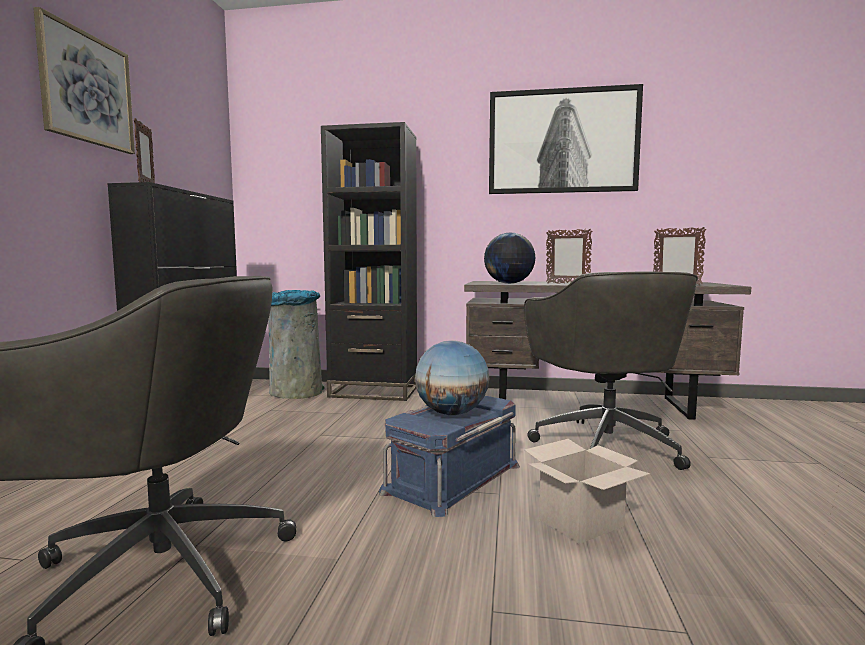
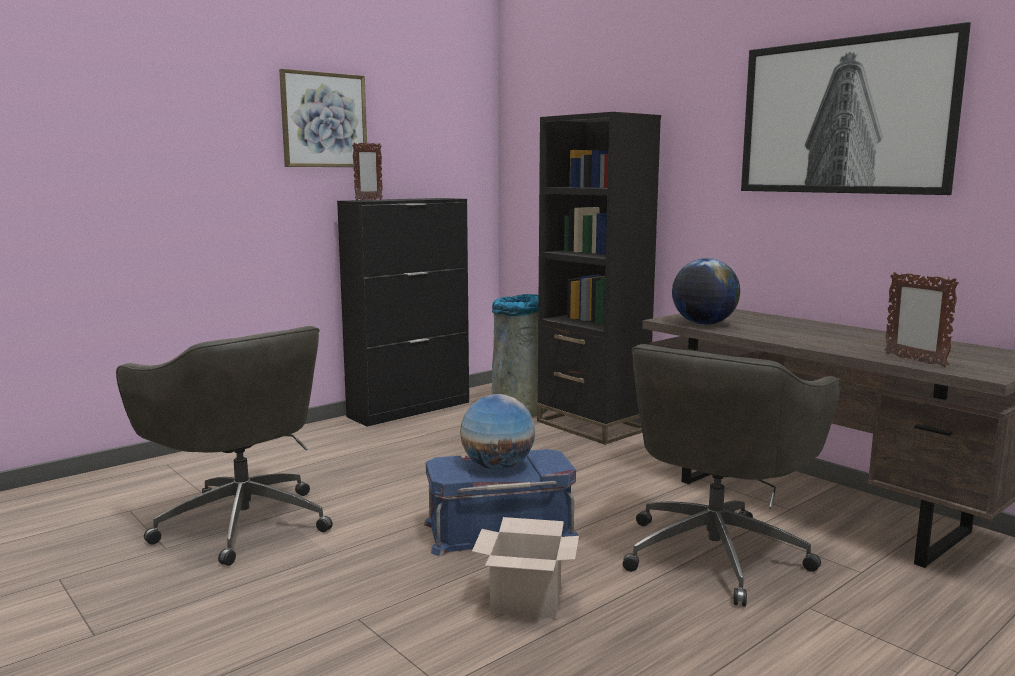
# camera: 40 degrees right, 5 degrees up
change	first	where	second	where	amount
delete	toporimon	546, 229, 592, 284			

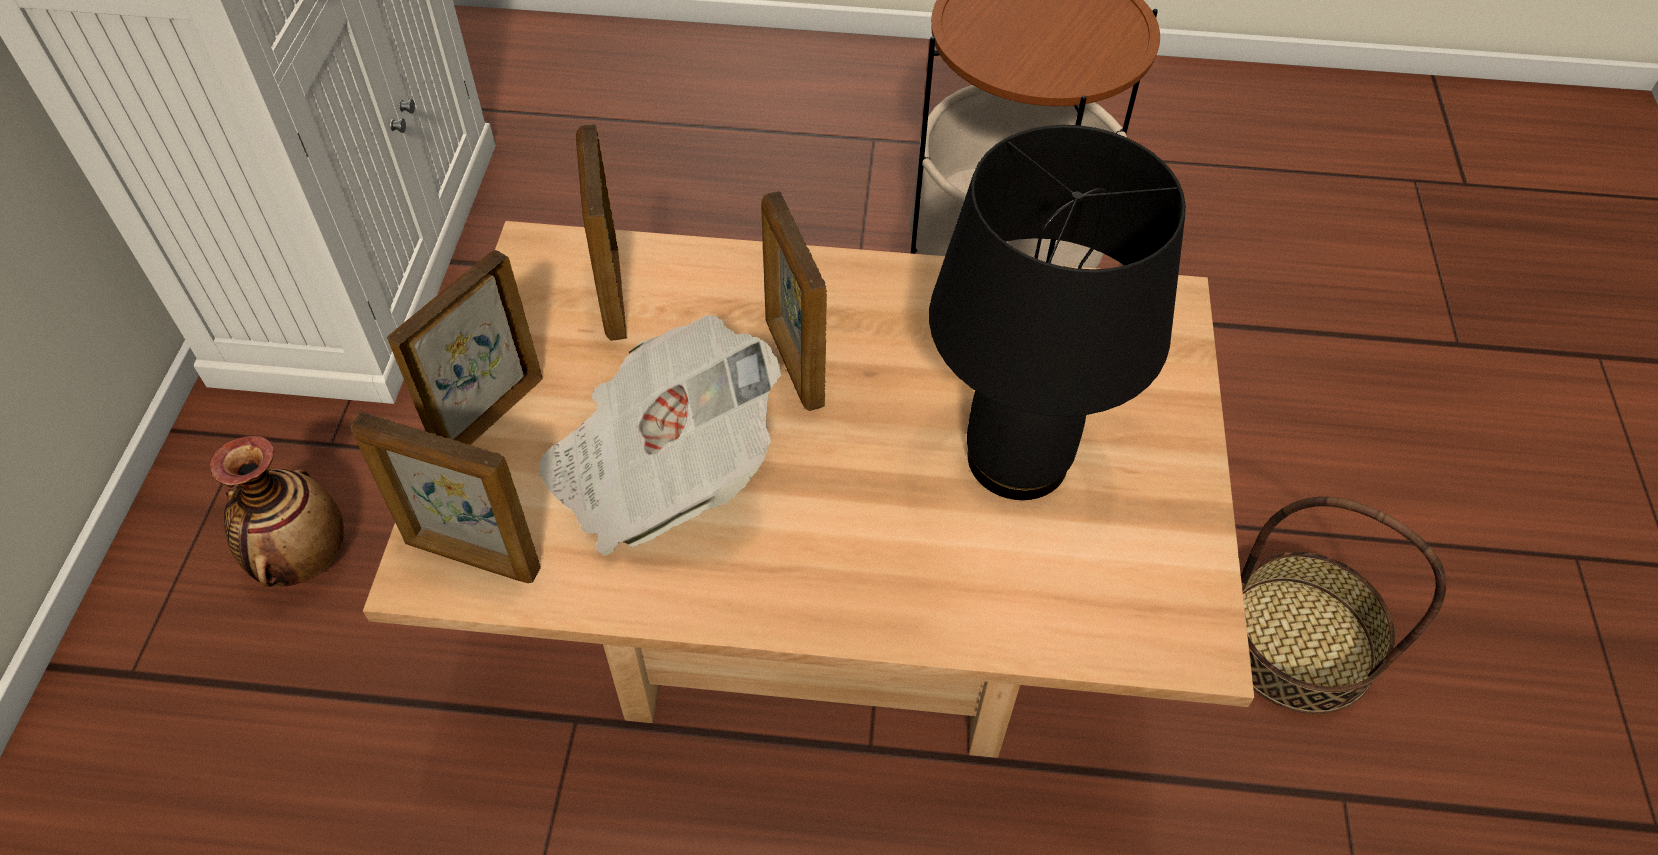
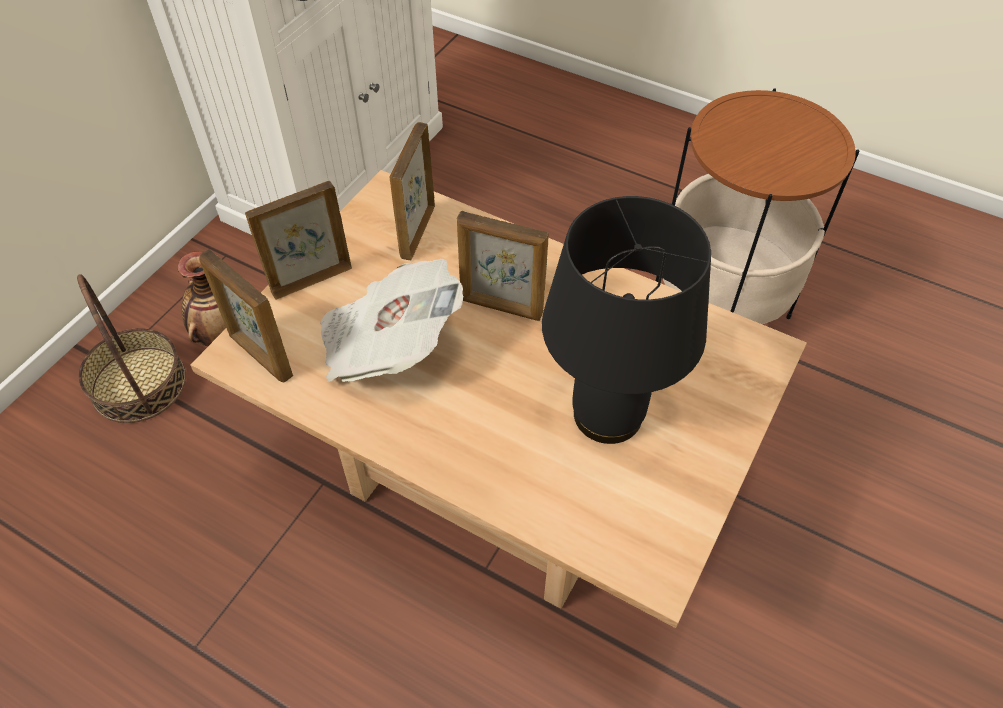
# camera: 25 degrees right, 0 degrees up
change	first	where	second	where	amount
rotate	toporimon	761, 191, 827, 411		457, 211, 549, 321	75 degrees counterclockwise
move	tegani	1241, 497, 1446, 714		77, 274, 186, 423	

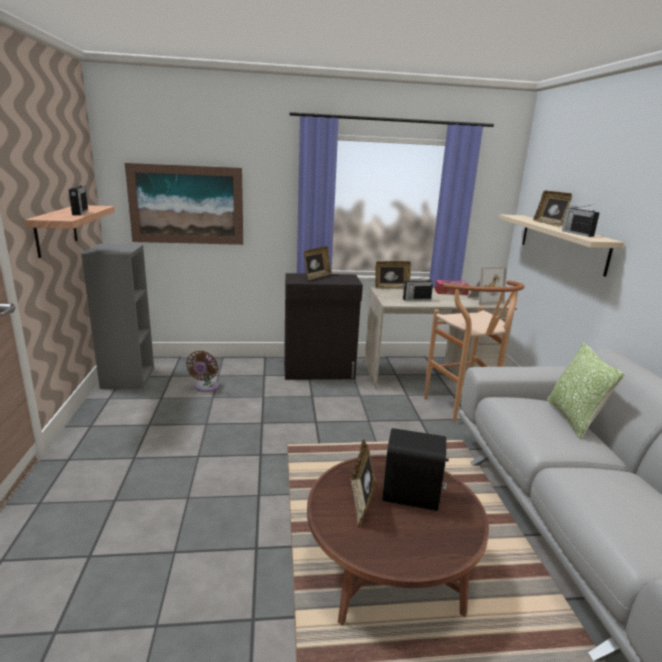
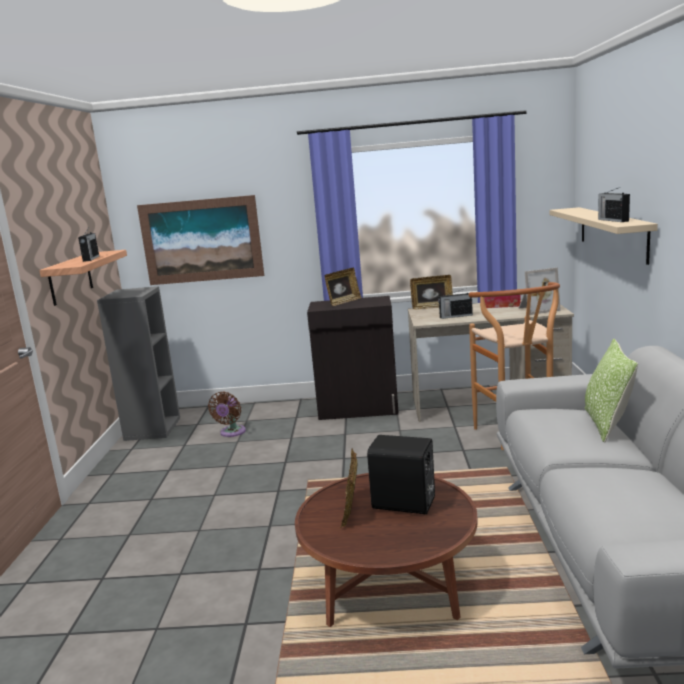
# camera: 10 degrees right, 5 degrees down
change	first	where	second	where	amount
delete	toporimon	533, 190, 572, 227			

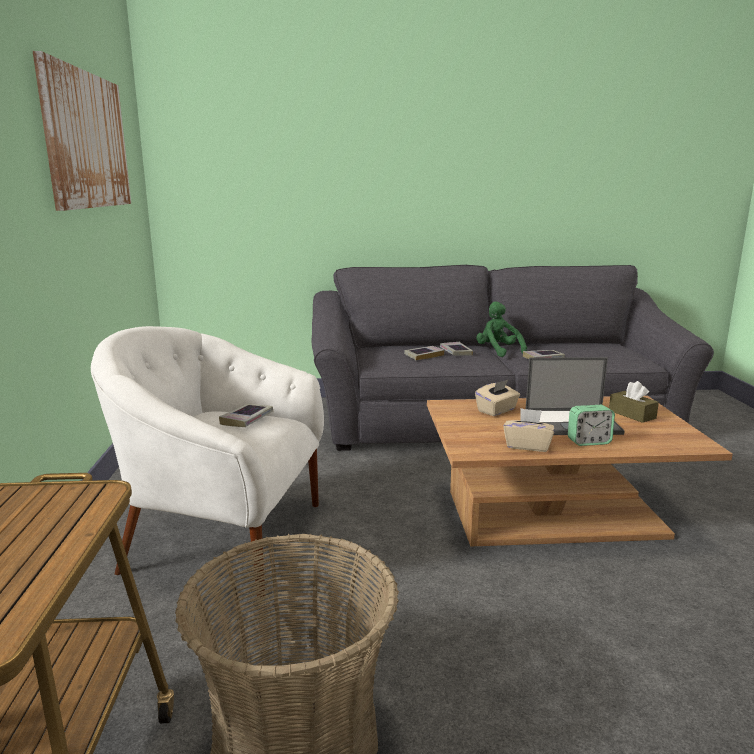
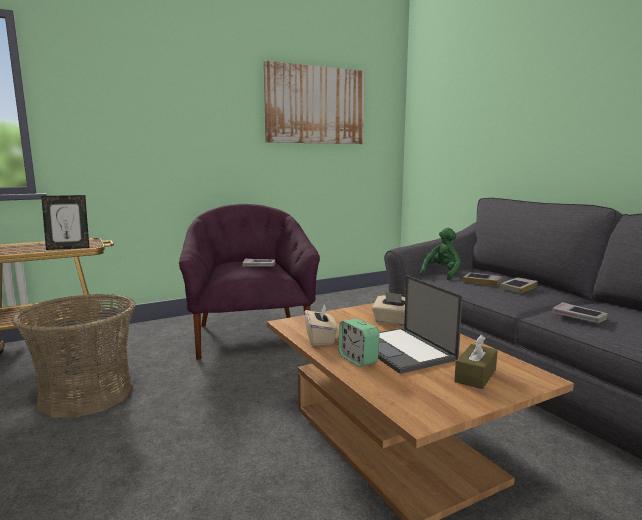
# camera: 65 degrees right, 5 degrees down
change	first	where	second	where	amount
move	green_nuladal	476, 301, 527, 357		420, 228, 461, 280	
recolor	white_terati	91, 326, 324, 597	purple_terati	179, 204, 320, 360	
insert			toporimon	41, 195, 89, 250	

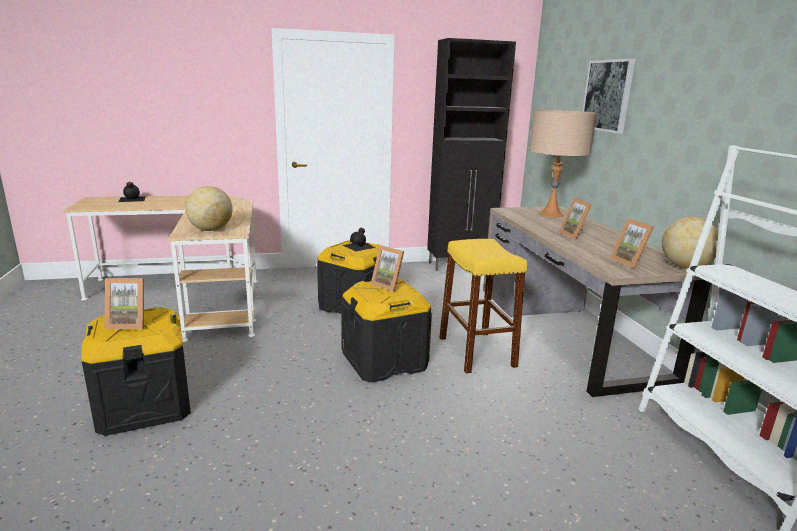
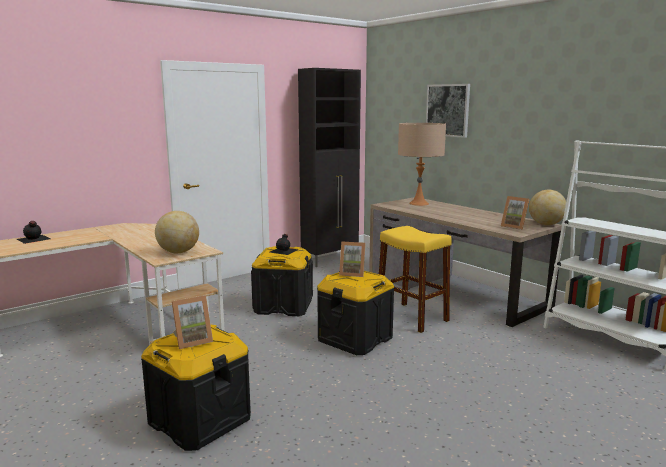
# camera: 25 degrees left, 5 degrees down
change	first	where	second	where	amount
delete	toporimon	559, 198, 592, 240			

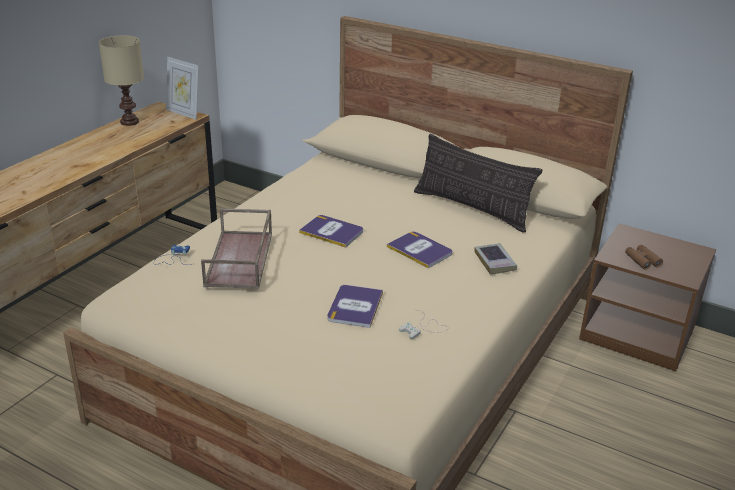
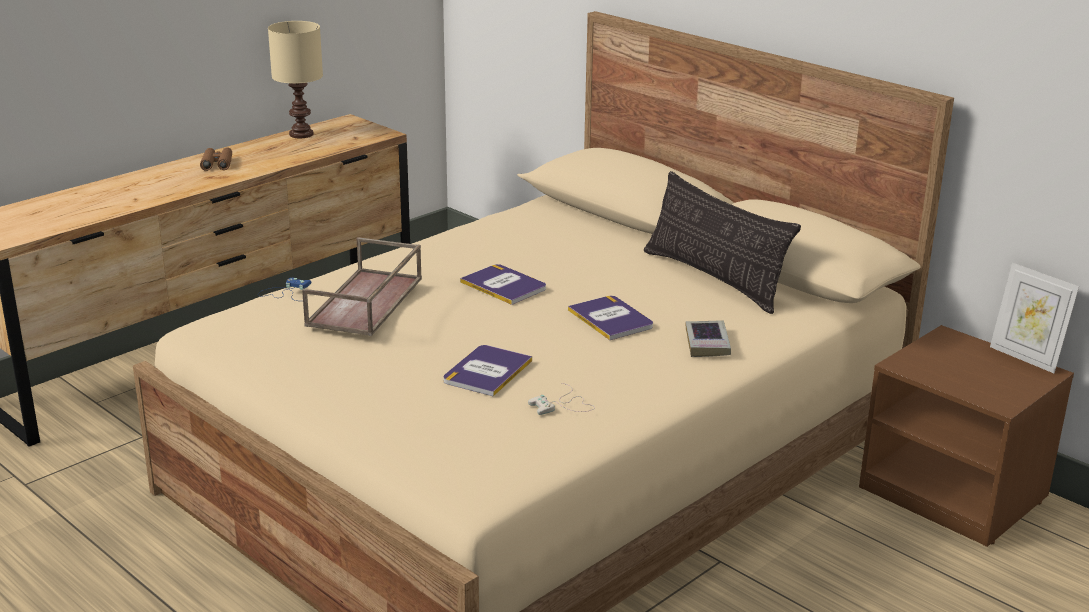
# camera: 15 degrees right, 5 degrees down
change	first	where	second	where	amount
move	toporimon	166, 57, 199, 120		990, 263, 1079, 373	
move	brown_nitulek	625, 245, 663, 270		200, 148, 232, 171	

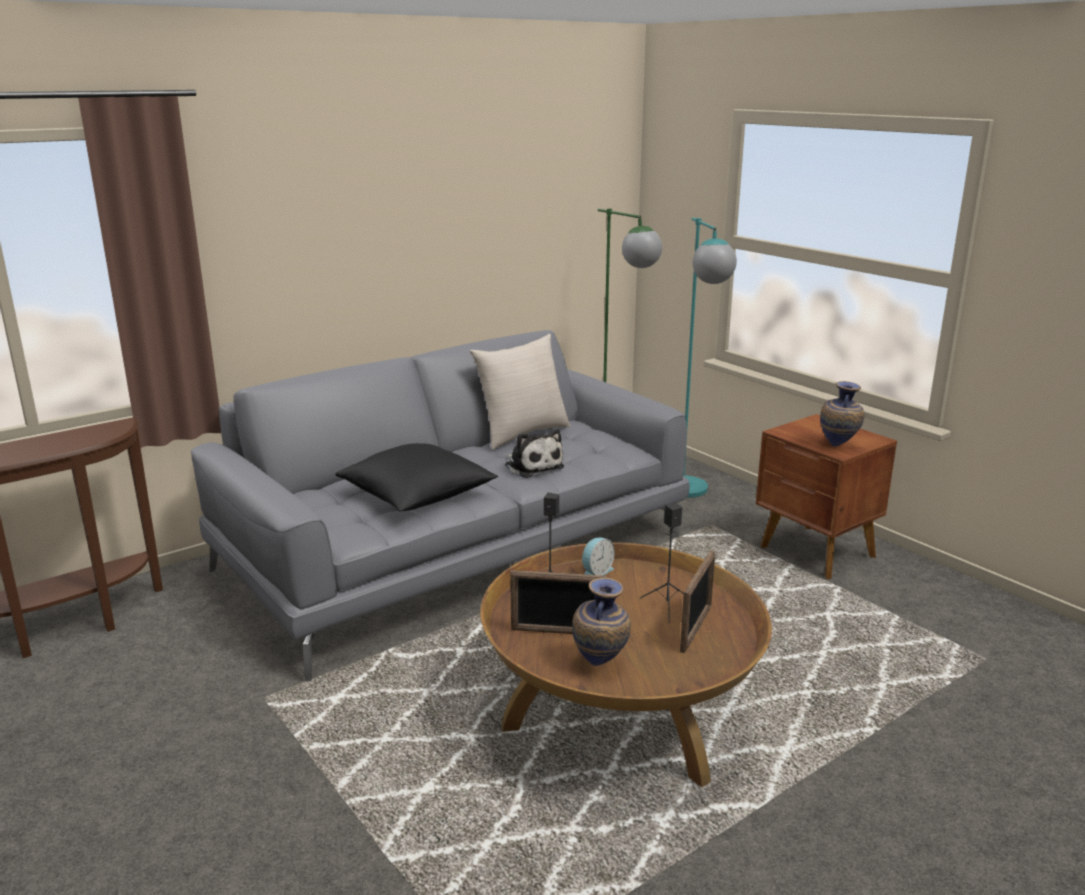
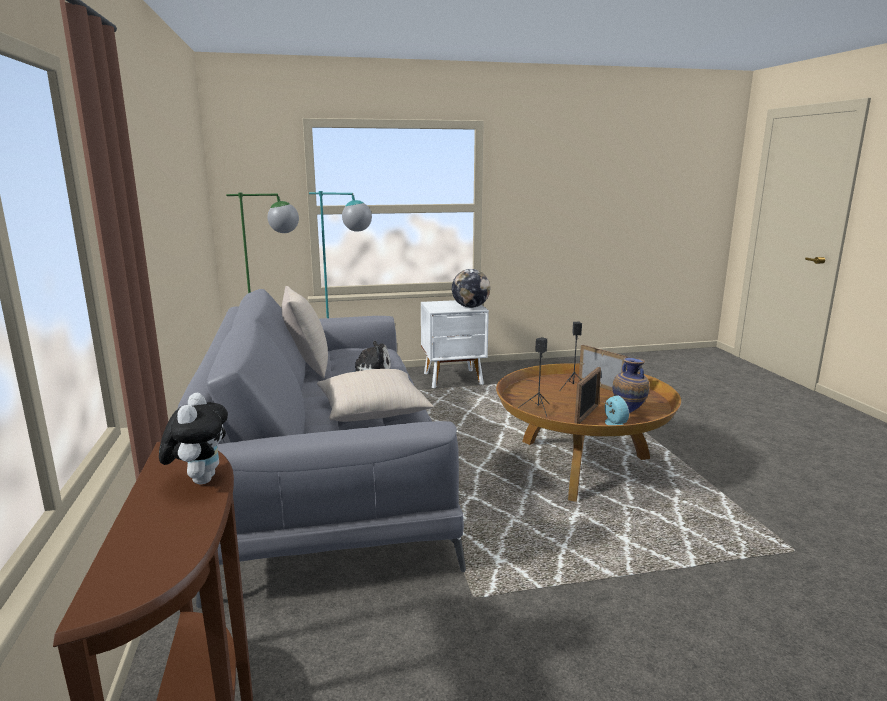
# camera: 65 degrees left, 5 degrees down
change	first	where	second	where	amount
replace	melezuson	820, 381, 865, 446	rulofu	452, 269, 490, 308	
recolor	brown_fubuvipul	756, 414, 897, 579	white_fubuvipul	421, 300, 489, 388	
recolor	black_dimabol	335, 443, 498, 511	beige_dimabol	317, 369, 434, 422	
move	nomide	582, 538, 615, 576		605, 395, 629, 425	
insert			nuladal	159, 393, 228, 484	

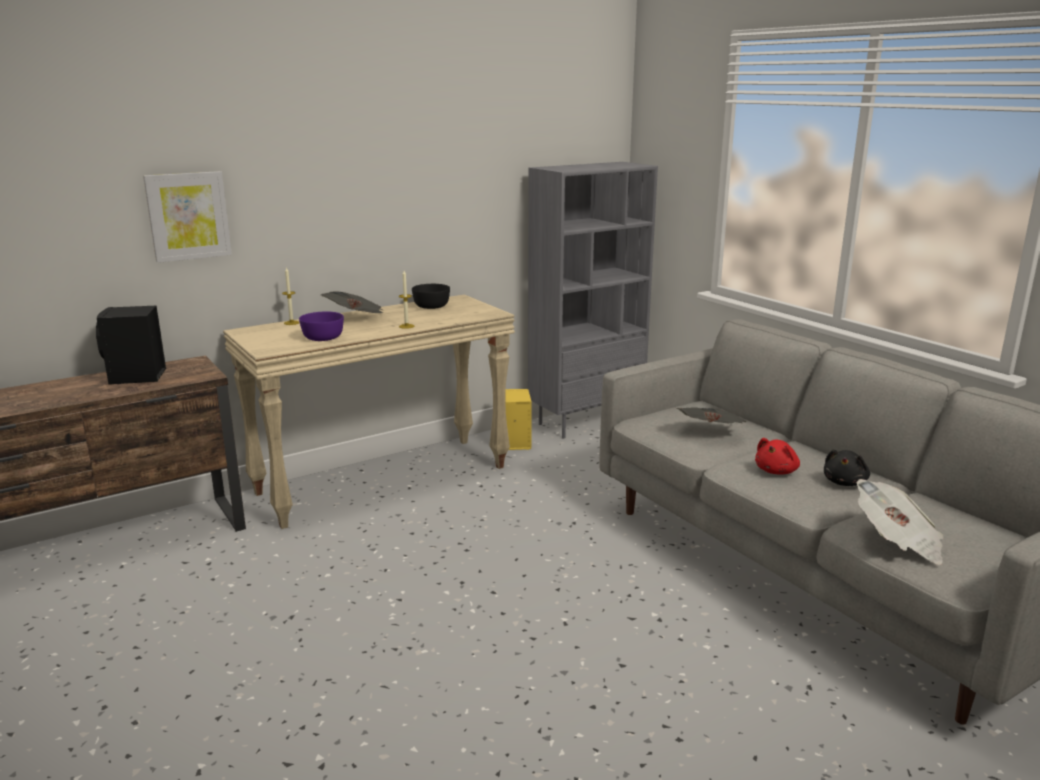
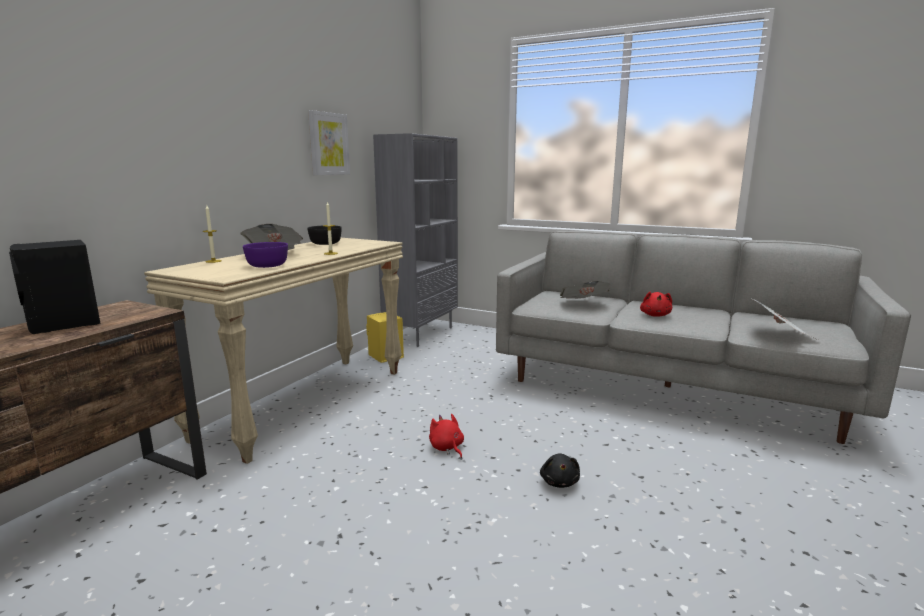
# camera: 30 degrees left, 5 degrees down
change	first	where	second	where	amount
move	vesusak	143, 171, 232, 263		308, 110, 350, 175	
move	black_nuladal	824, 449, 870, 486		540, 453, 580, 488	
insert			red_nuladal	429, 414, 464, 458	

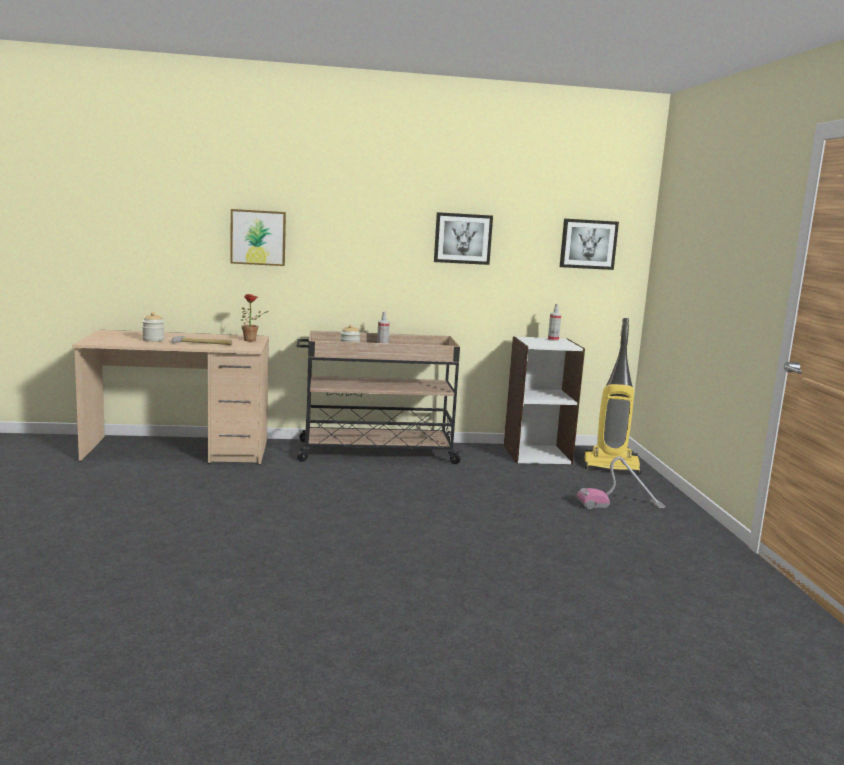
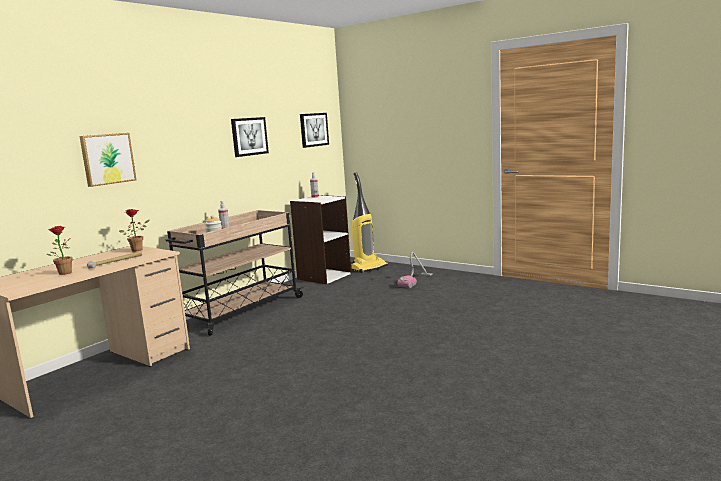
# camera: 45 degrees left, 0 degrees up
change	first	where	second	where	amount
replace	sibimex	142, 312, 164, 342	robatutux	46, 226, 73, 275	

